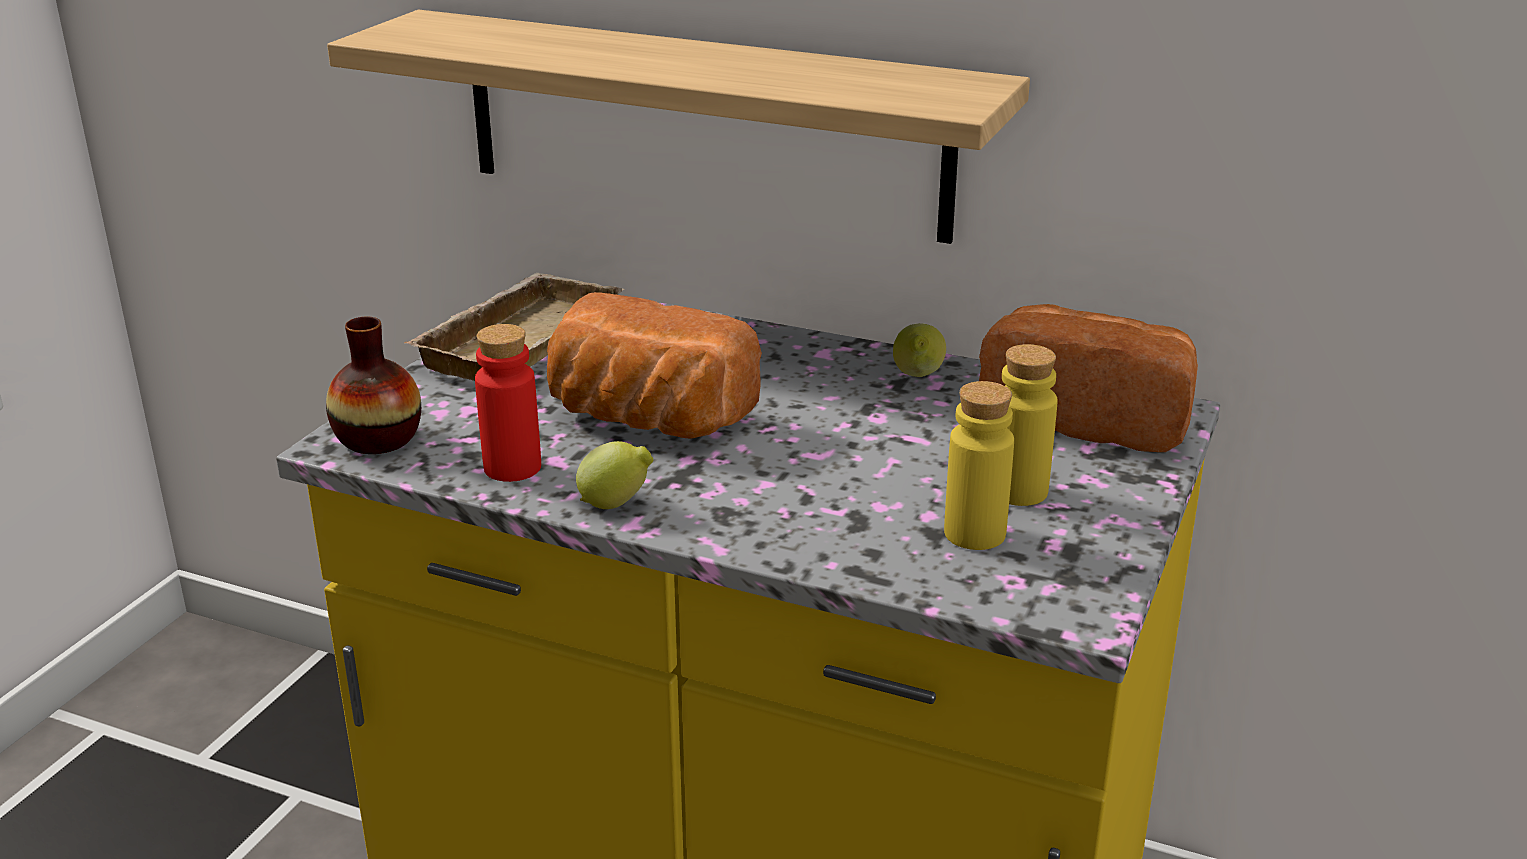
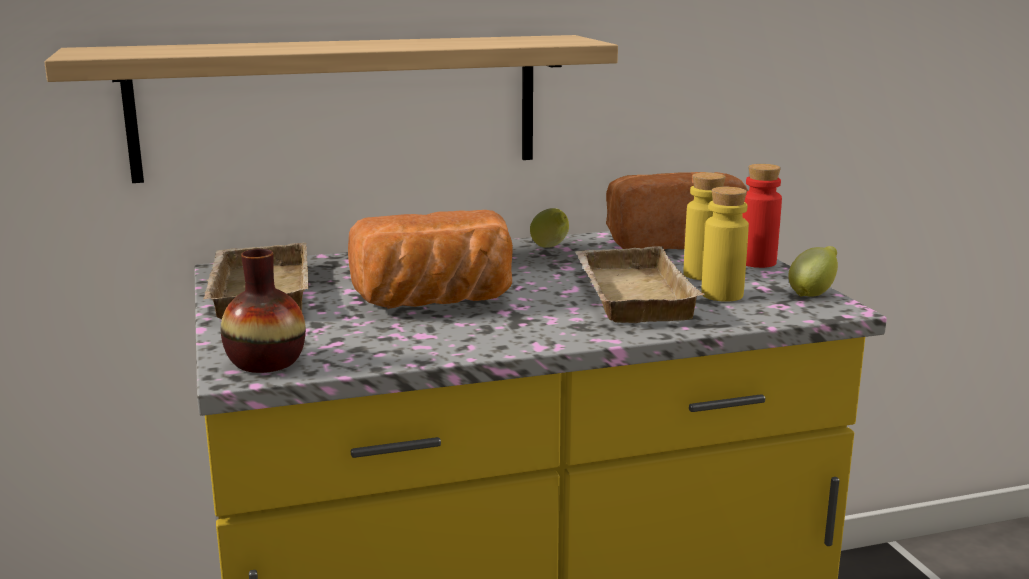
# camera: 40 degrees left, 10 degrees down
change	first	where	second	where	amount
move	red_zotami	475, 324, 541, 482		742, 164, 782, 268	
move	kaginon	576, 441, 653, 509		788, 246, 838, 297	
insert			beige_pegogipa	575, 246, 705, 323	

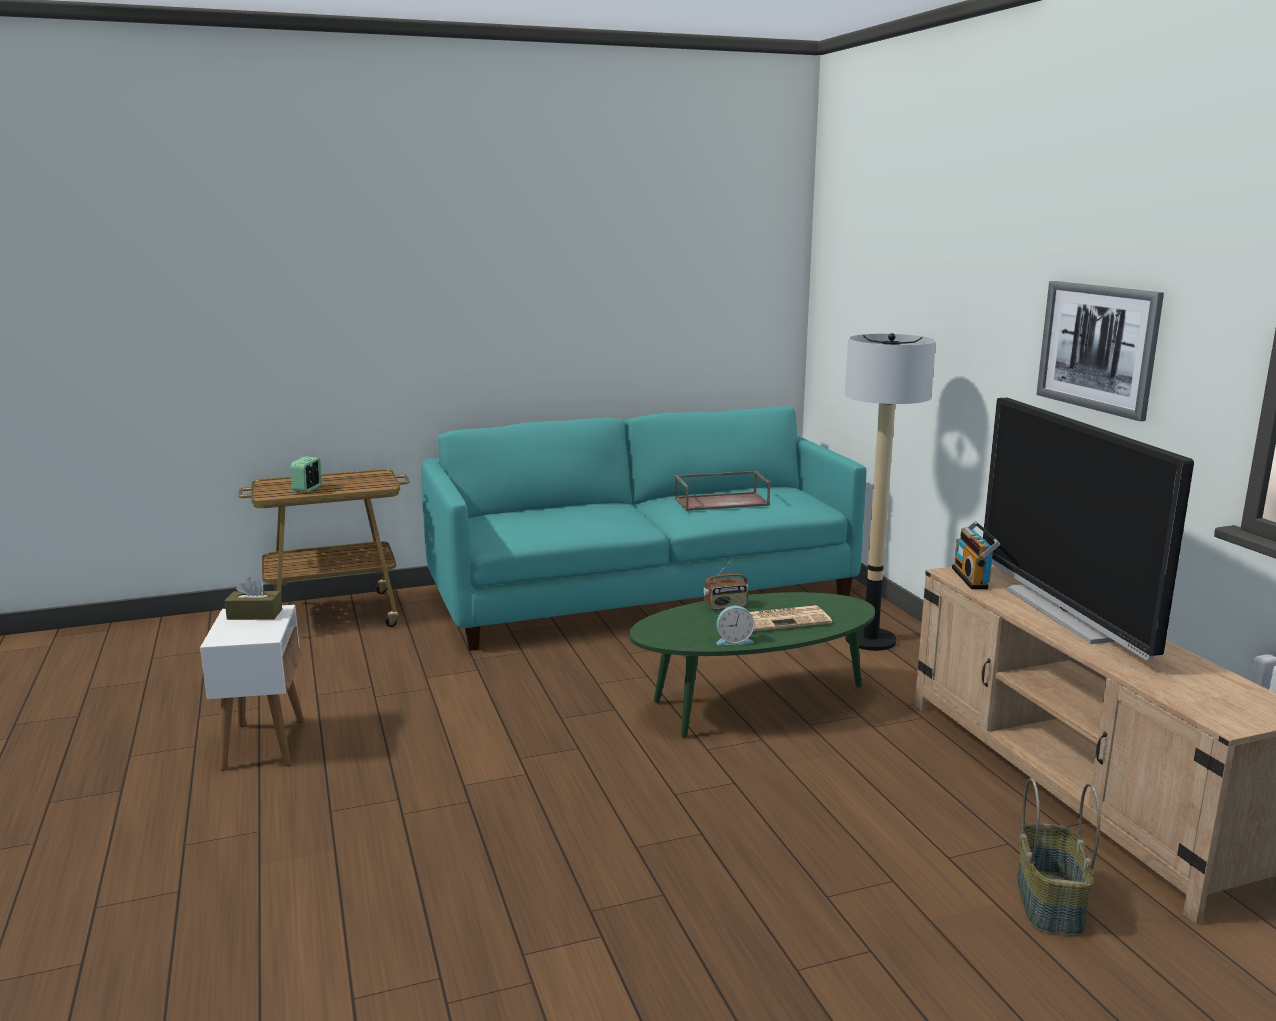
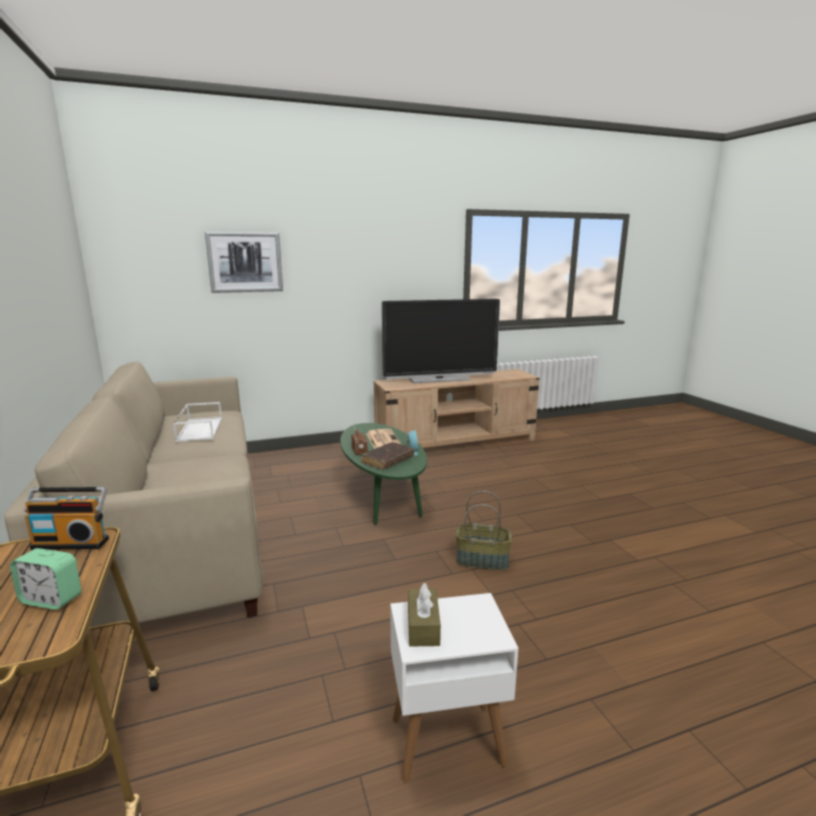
# camera: 90 degrees left, 0 degrees up
change	first	where	second	where	amount
move	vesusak	1037, 281, 1164, 421		205, 232, 283, 293	
delete	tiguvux	845, 333, 936, 651			
recolor	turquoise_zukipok	421, 406, 866, 651	beige_zukipok	4, 361, 264, 639	
recolor	brown_pegogipa	675, 471, 770, 511	white_pegogipa	173, 402, 222, 442	
move	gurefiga	952, 521, 1000, 589		23, 487, 109, 550	
move	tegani	1017, 778, 1100, 936		456, 491, 512, 570	
insert			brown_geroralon	361, 442, 414, 470	

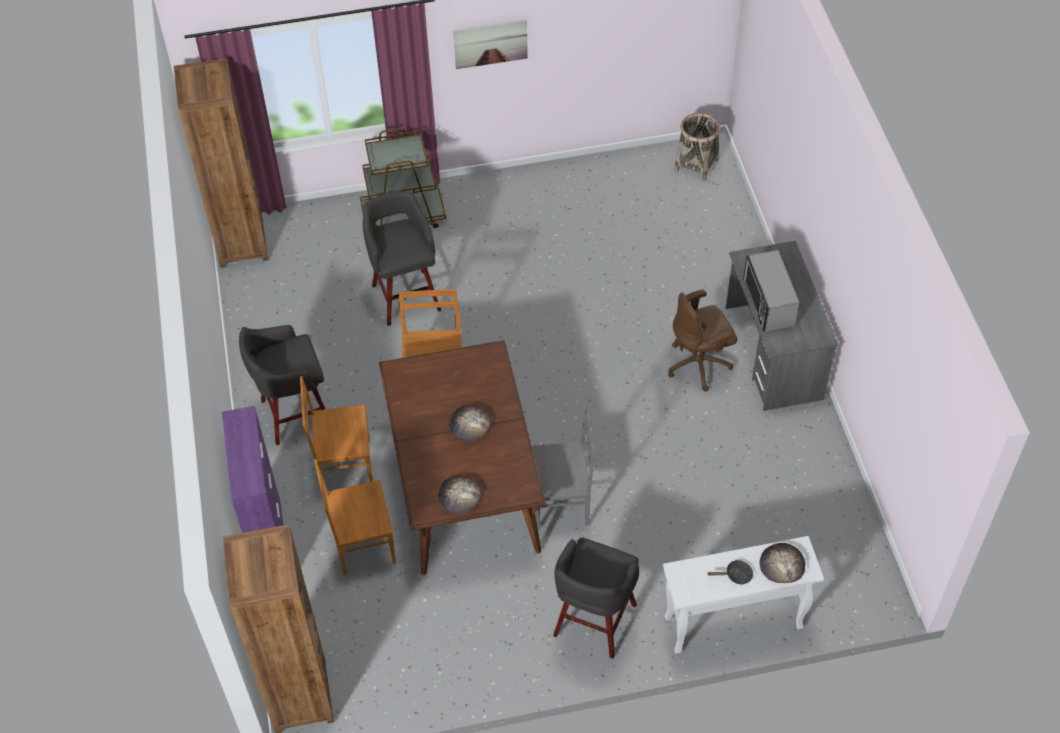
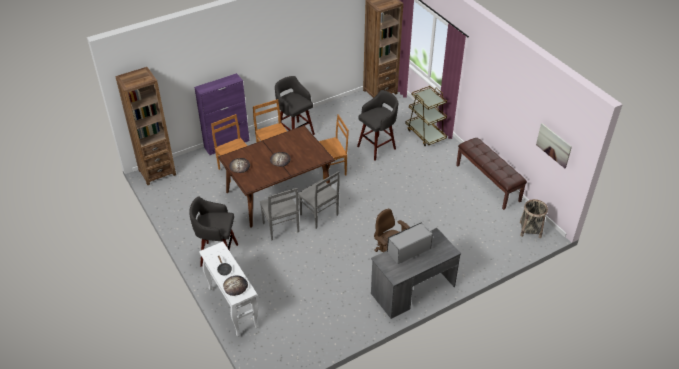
# camera: 70 degrees right, 10 degrees down
change	first	where	second	where	amount
move	vesusak	453, 20, 528, 69		536, 123, 572, 168	
insert			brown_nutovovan	456, 138, 527, 210	
insert			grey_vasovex	298, 171, 340, 229	

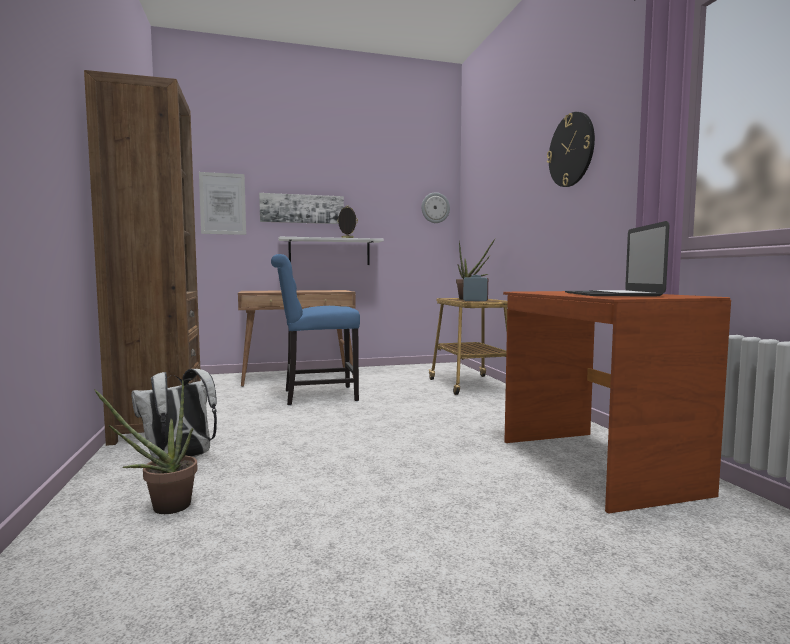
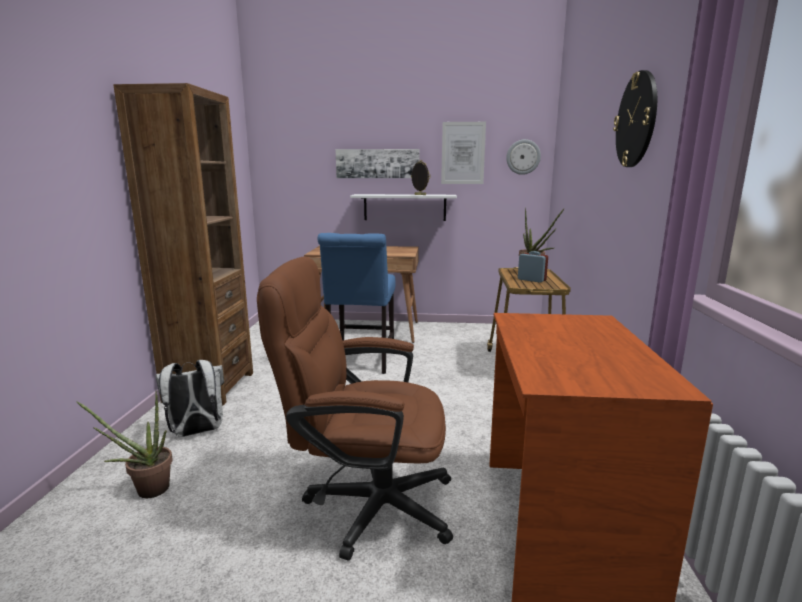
# camera: 20 degrees right, 10 degrees up
change	first	where	second	where	amount
move	vesusak	199, 172, 246, 235		441, 122, 486, 184	
delete	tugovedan	565, 221, 669, 296			
rotate	blue_vasovex	271, 254, 360, 405		318, 233, 396, 374	90 degrees counterclockwise
insert			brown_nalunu	257, 256, 453, 561	

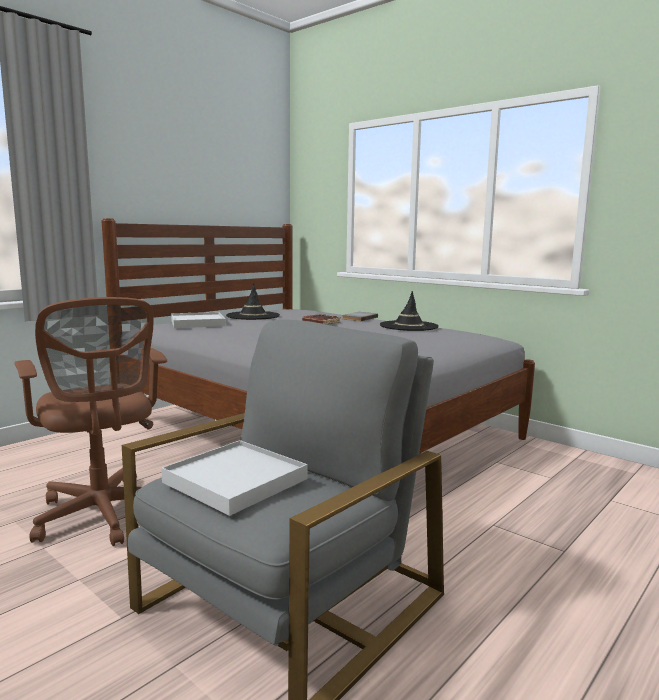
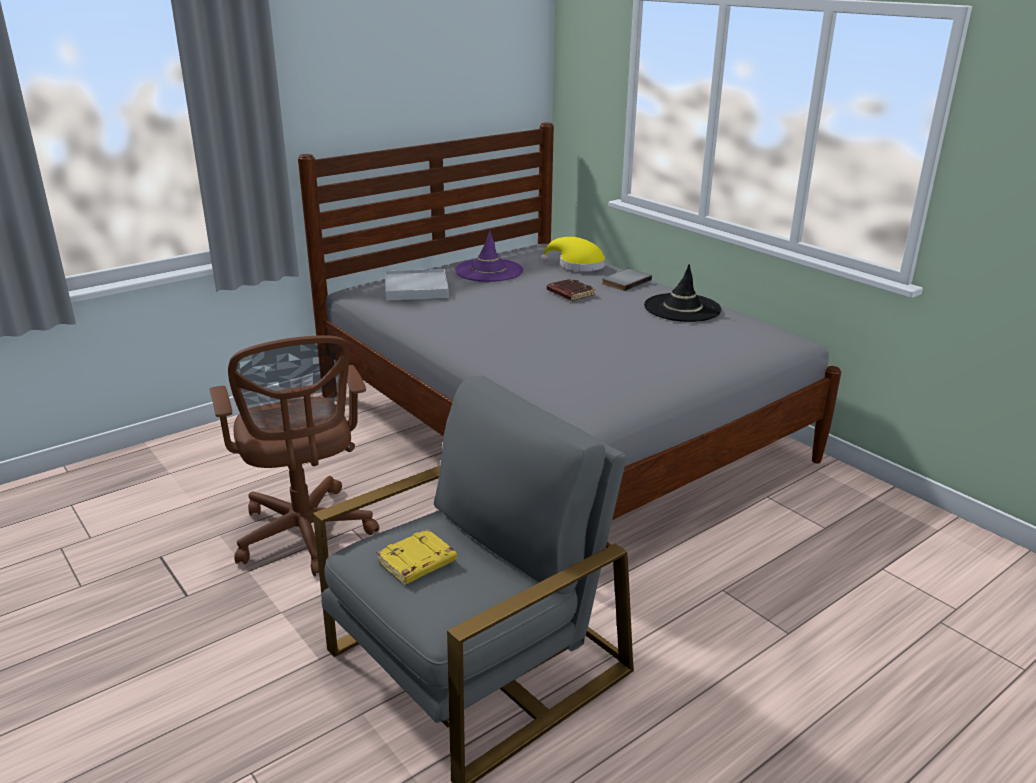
# camera: 10 degrees right, 15 degrees up
change	first	where	second	where	amount
recolor	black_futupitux	226, 284, 280, 320	purple_futupitux	455, 230, 523, 282	
replace	white_pegogipa	161, 440, 308, 516	yellow_geroralon	377, 529, 457, 584	
insert			yellow_futupitux	541, 237, 605, 271	

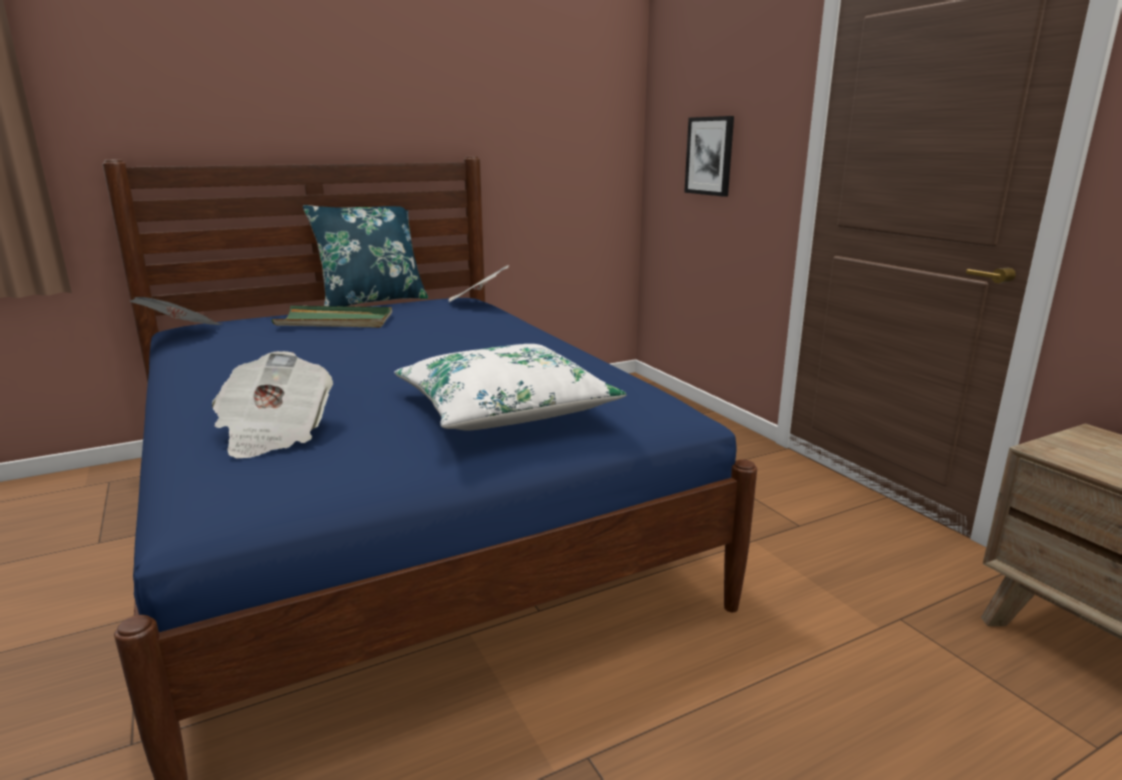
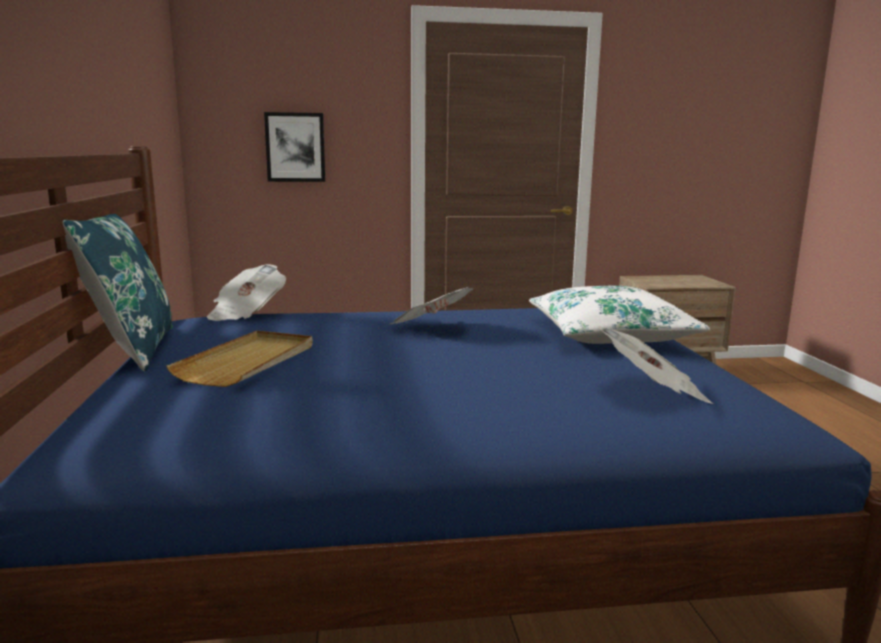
# camera: 70 degrees left, 5 degrees down
change	first	where	second	where	amount
move	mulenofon	129, 297, 221, 325		390, 287, 473, 324	
recolor	green_pegogipa	271, 306, 392, 328	beige_pegogipa	166, 331, 313, 387	

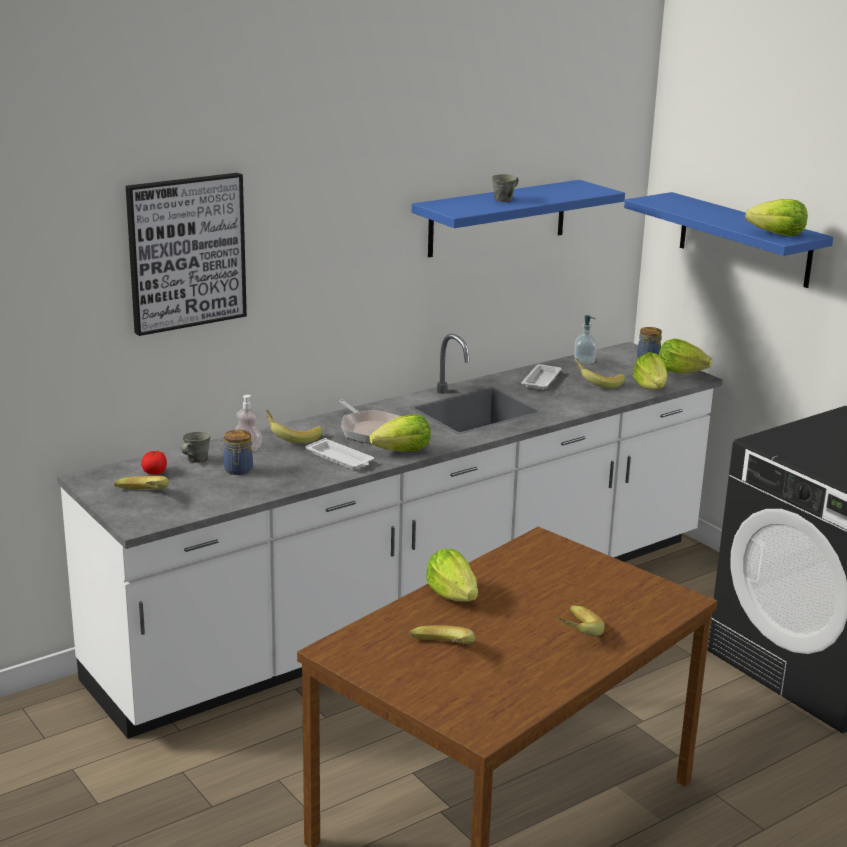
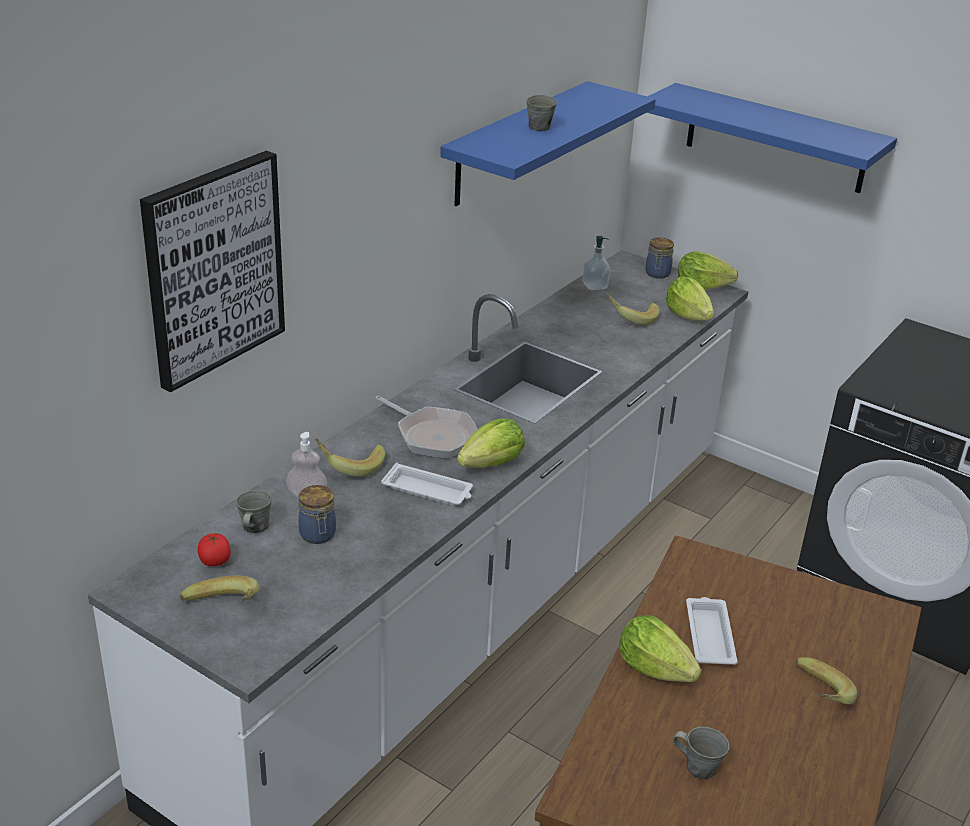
# camera: 20 degrees left, 10 degrees up
change	first	where	second	where	amount
delete	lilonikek	745, 199, 808, 236			
move	white_pegogipa	521, 364, 562, 390		686, 597, 738, 665	
replace	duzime	410, 625, 475, 644	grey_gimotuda	673, 727, 729, 779	

